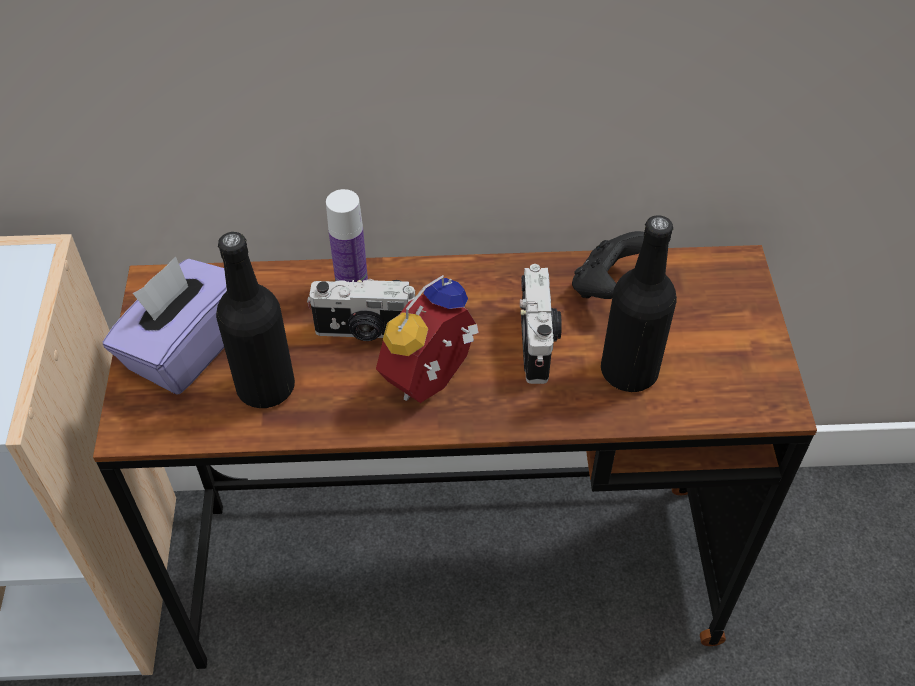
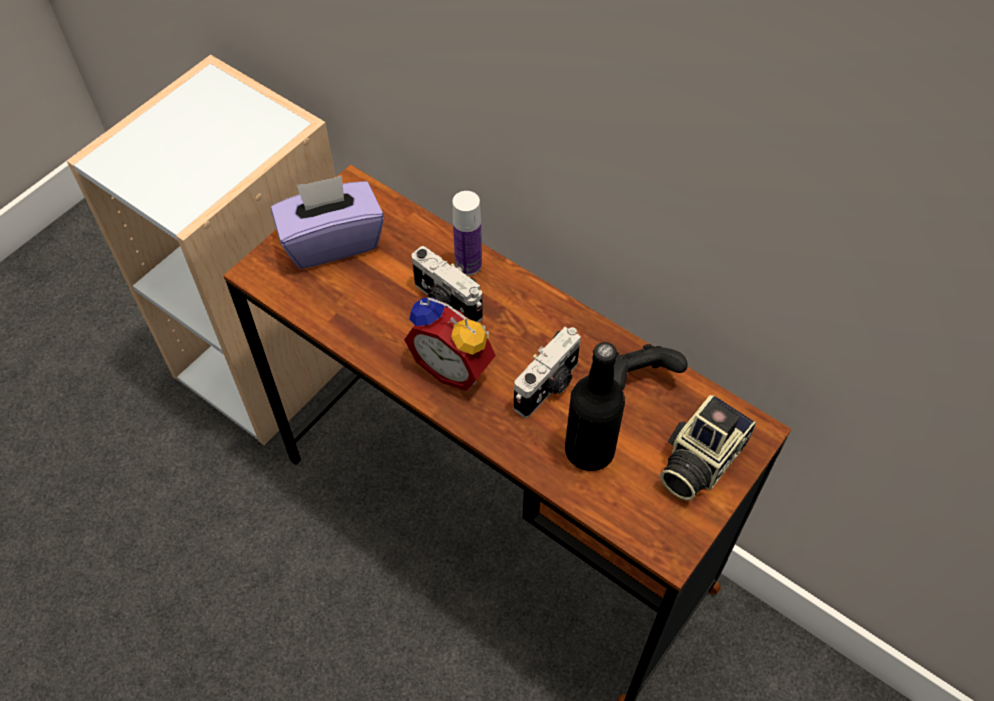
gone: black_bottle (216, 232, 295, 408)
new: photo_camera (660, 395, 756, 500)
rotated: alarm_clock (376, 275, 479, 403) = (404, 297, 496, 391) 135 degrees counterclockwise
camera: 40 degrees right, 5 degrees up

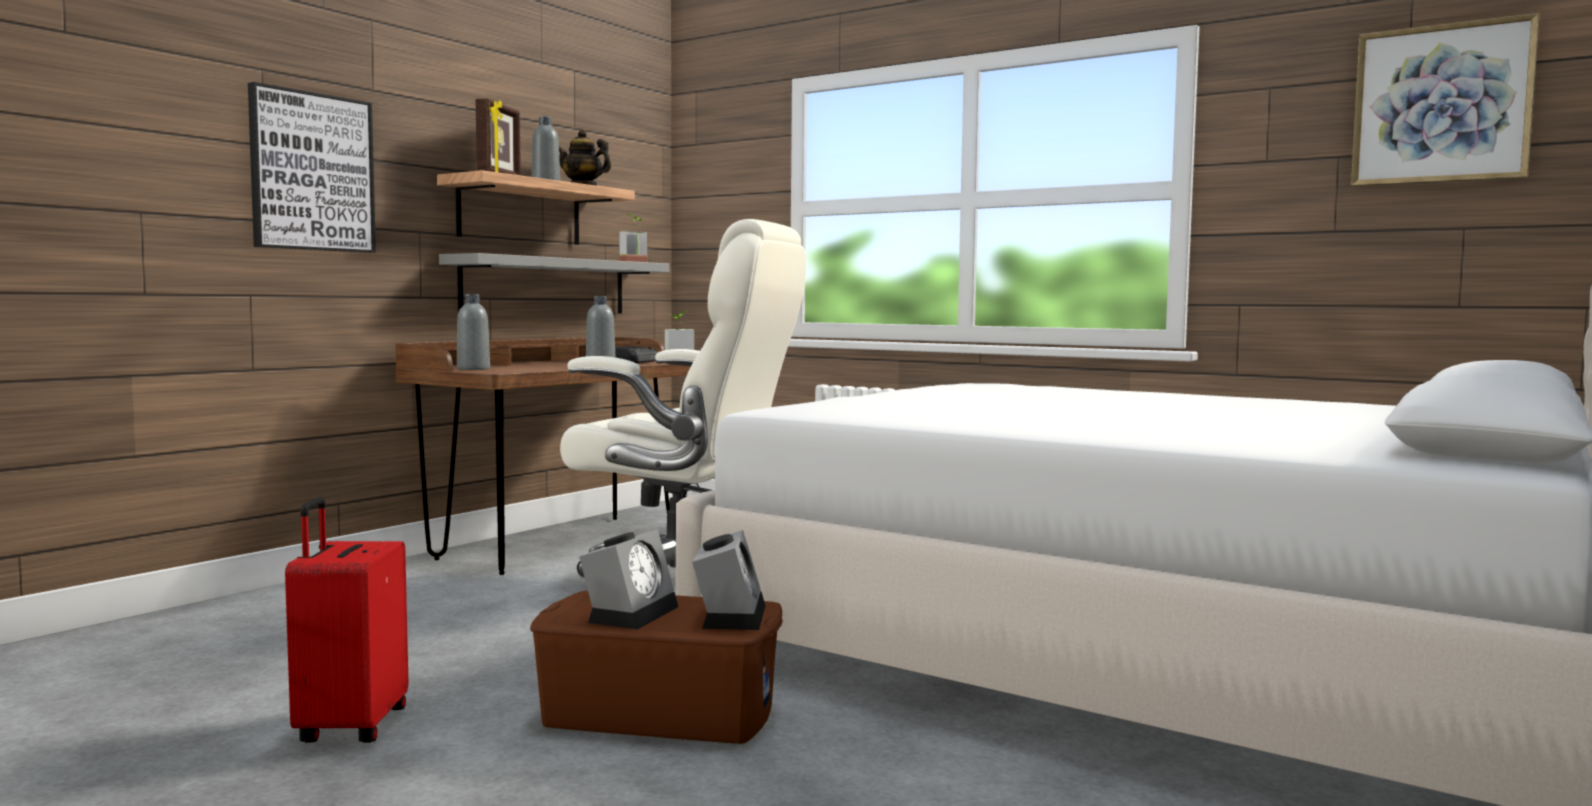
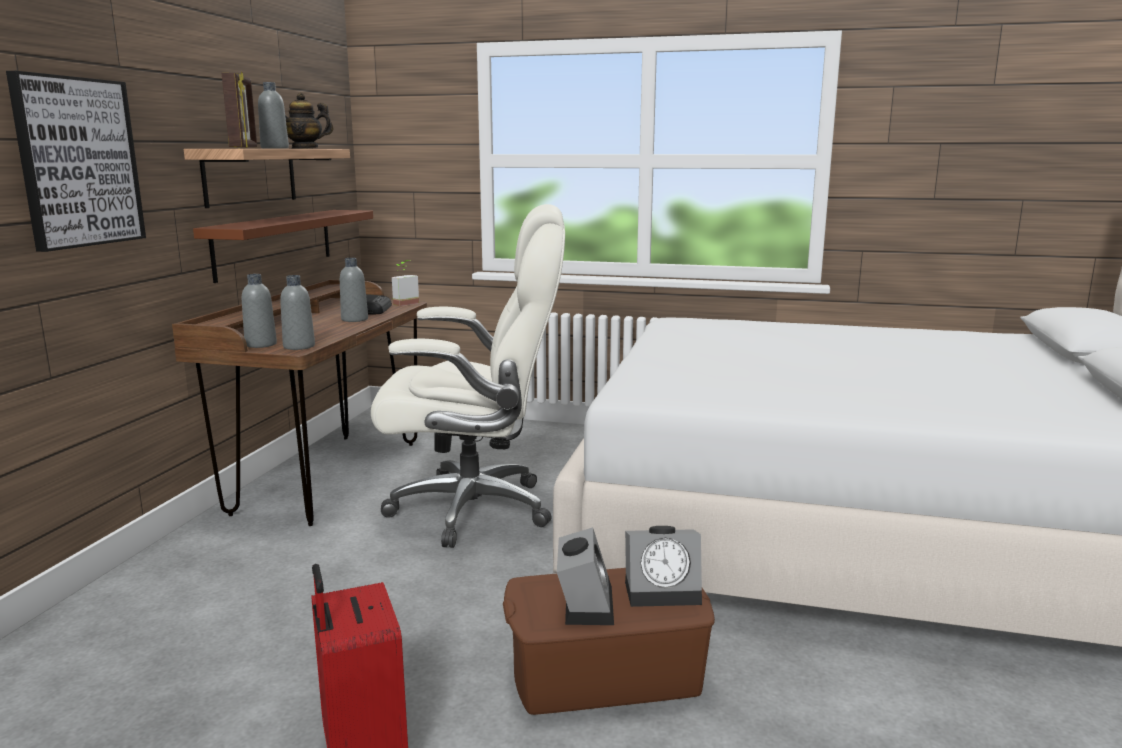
gone: potted_plant (619, 214, 647, 262); picture (1351, 13, 1540, 186)
new: grey_bottle (280, 275, 315, 350)
repainted: grey_shelf (439, 253, 669, 314) to brown_shelf (193, 210, 373, 283)
rotated: alarm_clock (692, 530, 765, 630) = (625, 526, 702, 607) 105 degrees clockwise
camera: 20 degrees left, 10 degrees up

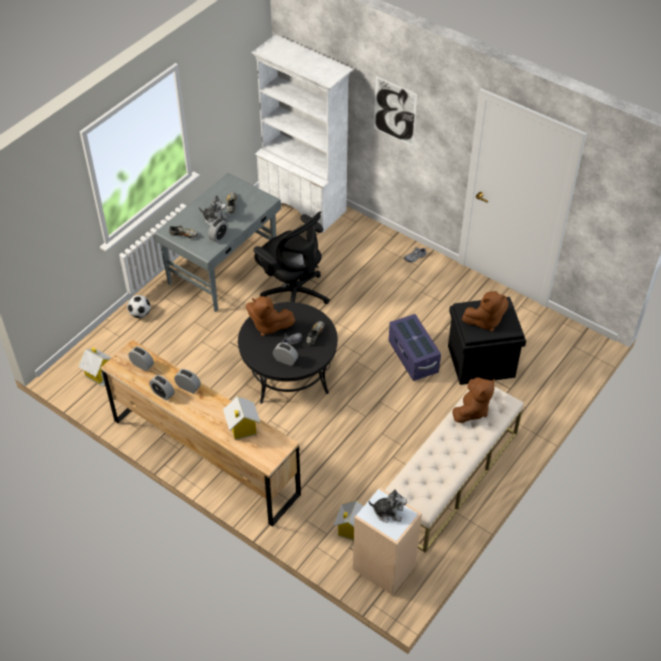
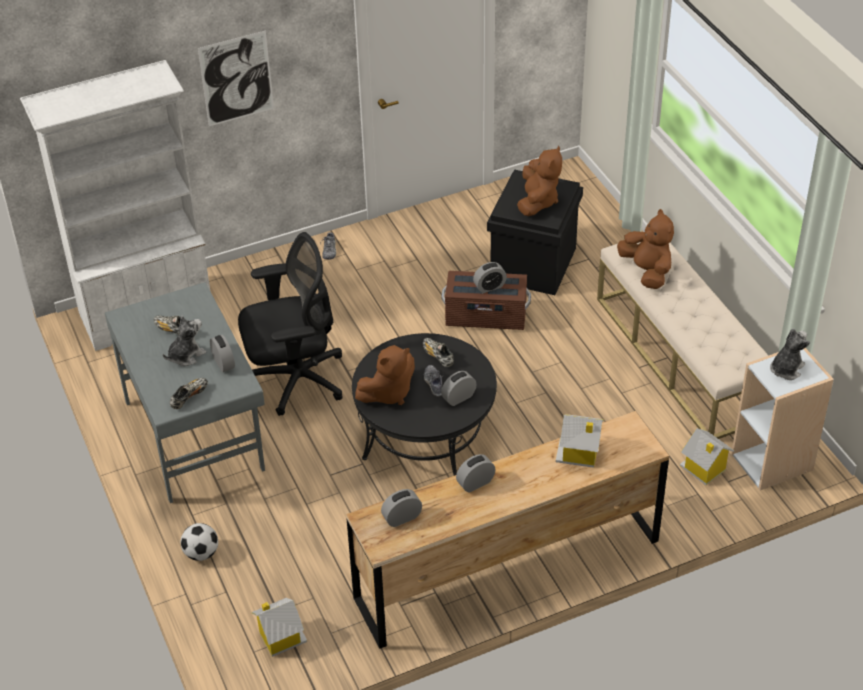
shifted: alarm_clock (149, 375, 175, 401) to (473, 262, 507, 293)
repainted: purple_storage_box (389, 314, 441, 381) to brown_storage_box (441, 271, 531, 330)
camera: 60 degrees left, 5 degrees down

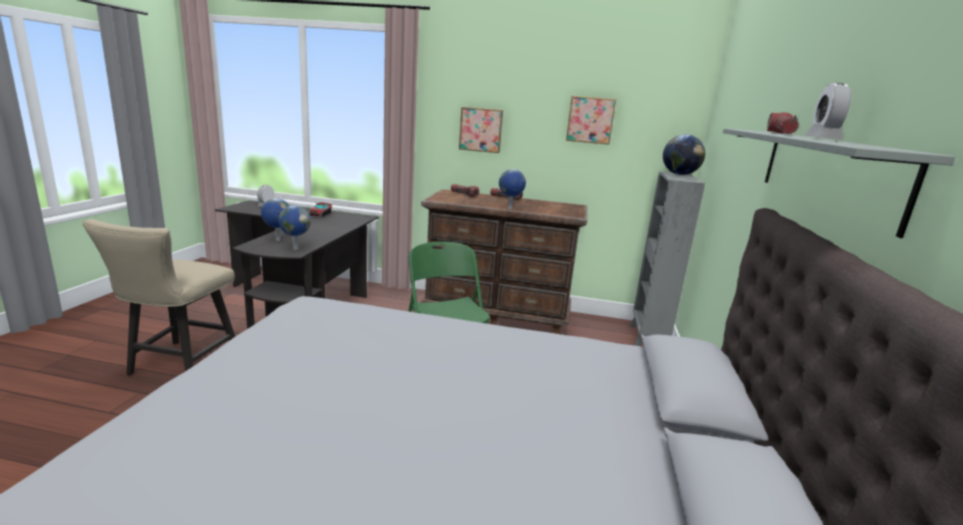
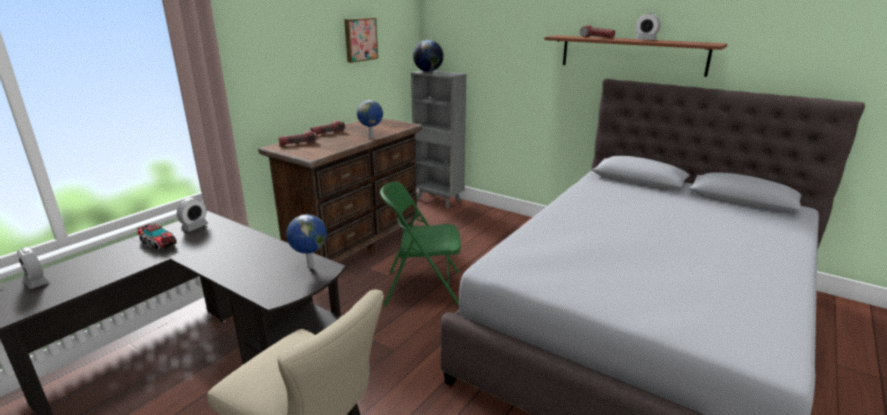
gone: globe (261, 198, 290, 241); picture (459, 107, 503, 153)
new: alarm_clock (177, 198, 208, 232)
repainted: grey_shelf (723, 128, 955, 238) to brown_shelf (544, 35, 728, 77)
camera: 65 degrees left, 5 degrees up

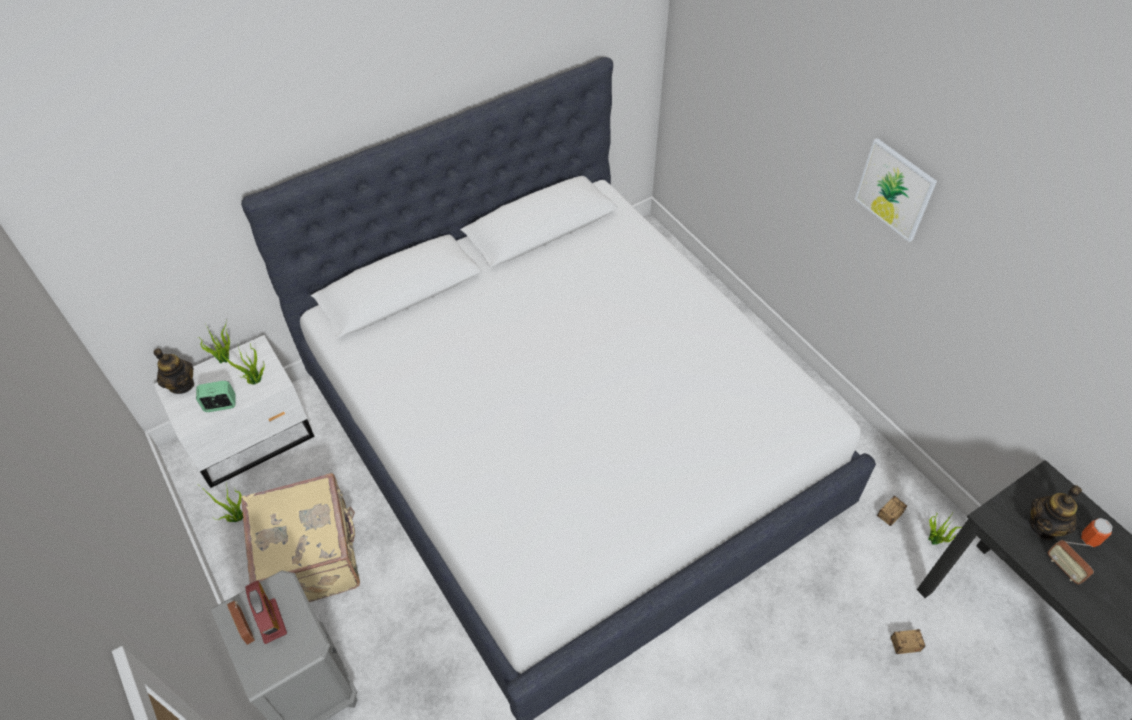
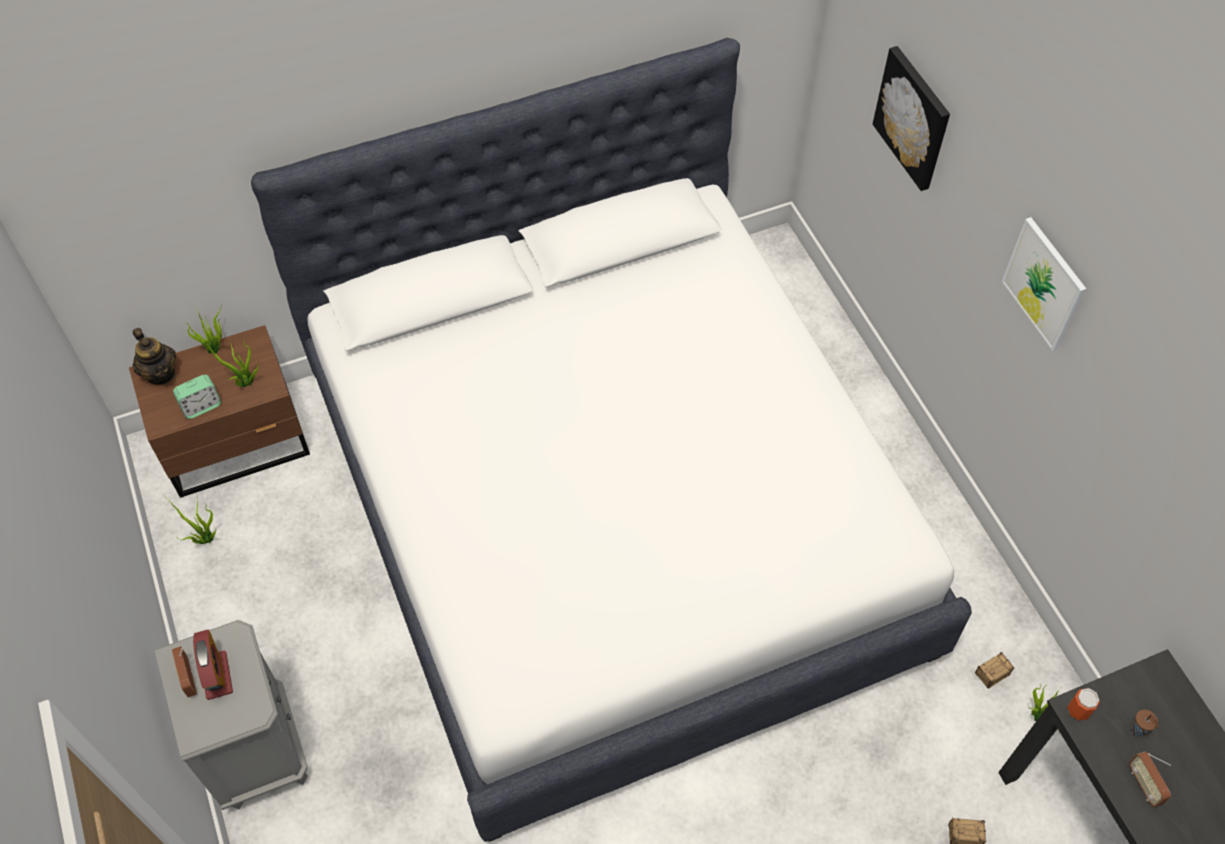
gone: beige_suitcase (241, 473, 360, 602)
new: picture (873, 46, 950, 191)
shifted: can (1081, 518, 1112, 547) to (1067, 688, 1100, 721)
swapped: teapot (1030, 485, 1082, 540) to brown_cup (1130, 710, 1159, 737)
repainted: white_nightstand (154, 335, 315, 488) to brown_nightstand (129, 325, 310, 498)
rotated: alarm_clock (196, 381, 236, 412) = (173, 374, 221, 419) 150 degrees clockwise
camera: 10 degrees right, 5 degrees up

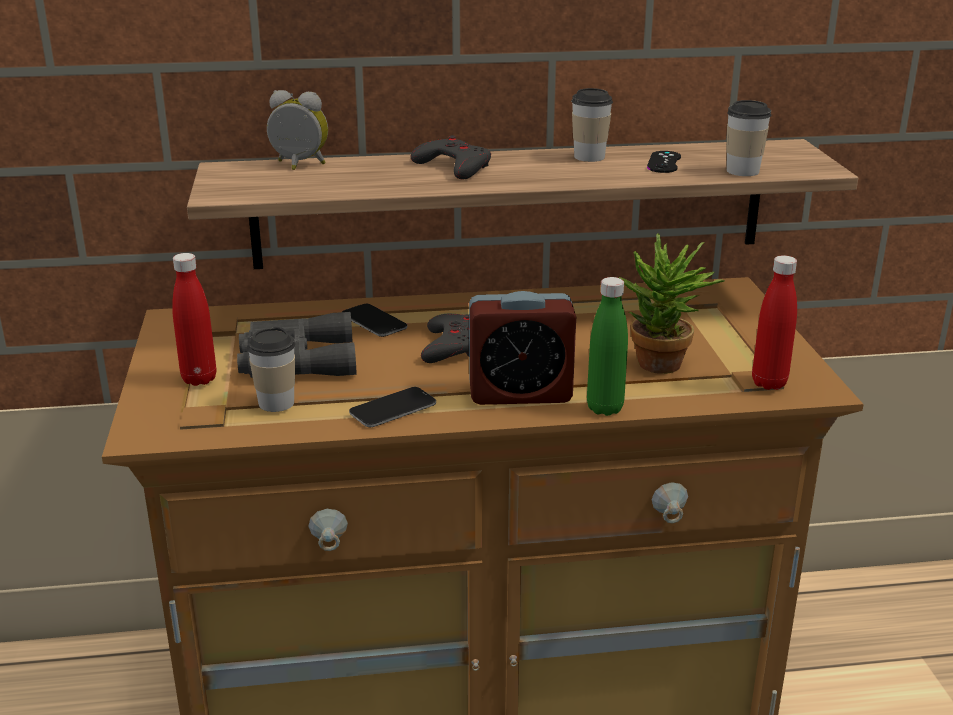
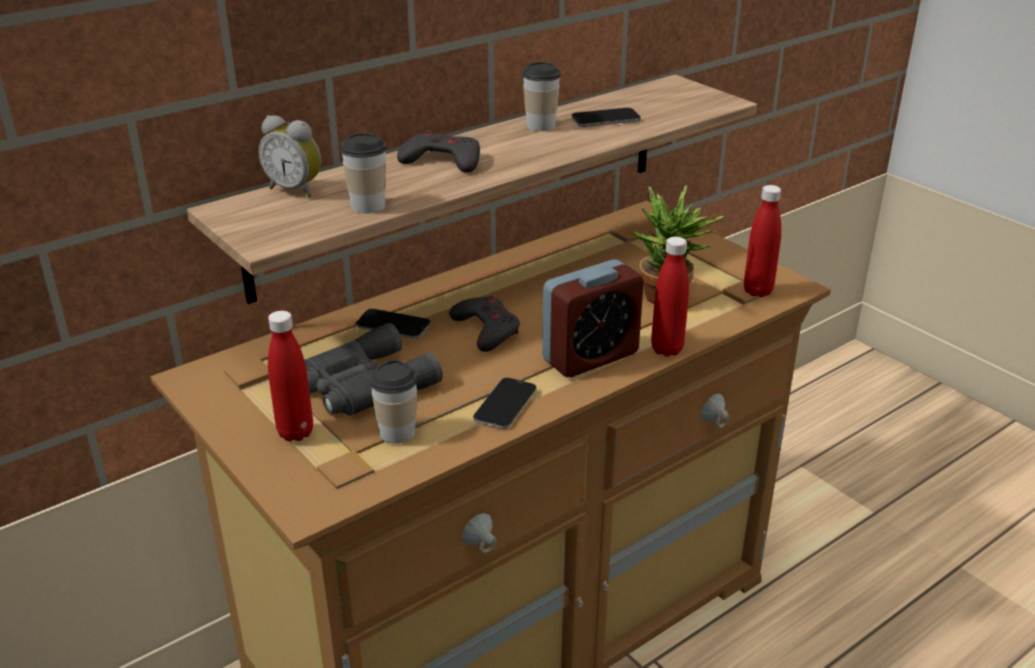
shifted: cup (726, 100, 771, 176) to (341, 133, 387, 214)
swapped: black_game_controller (647, 151, 681, 173) to phone (571, 108, 641, 127)
repainted: green_bottle (587, 277, 628, 416) to red_bottle (651, 237, 689, 357)
rotated: alarm_clock (267, 90, 328, 170) = (259, 115, 321, 198) 135 degrees counterclockwise
camera: 30 degrees left, 5 degrees up

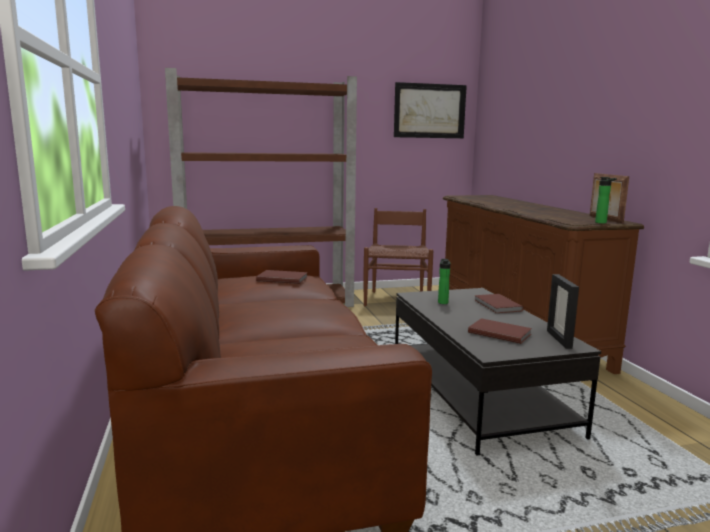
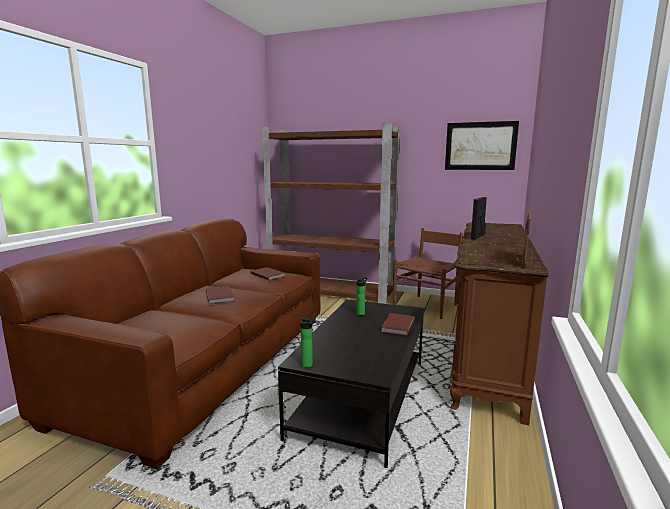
shifted: brown_book (468, 318, 532, 344) to (206, 286, 234, 304); bottle (595, 177, 617, 224) to (300, 317, 316, 368); picture_frame (547, 274, 579, 349) to (471, 197, 487, 239)
camera: 35 degrees right, 0 degrees up

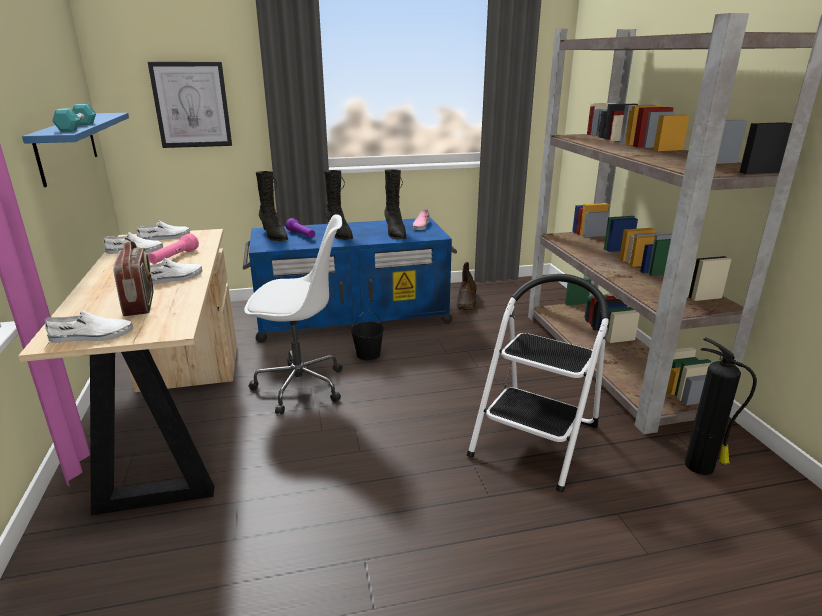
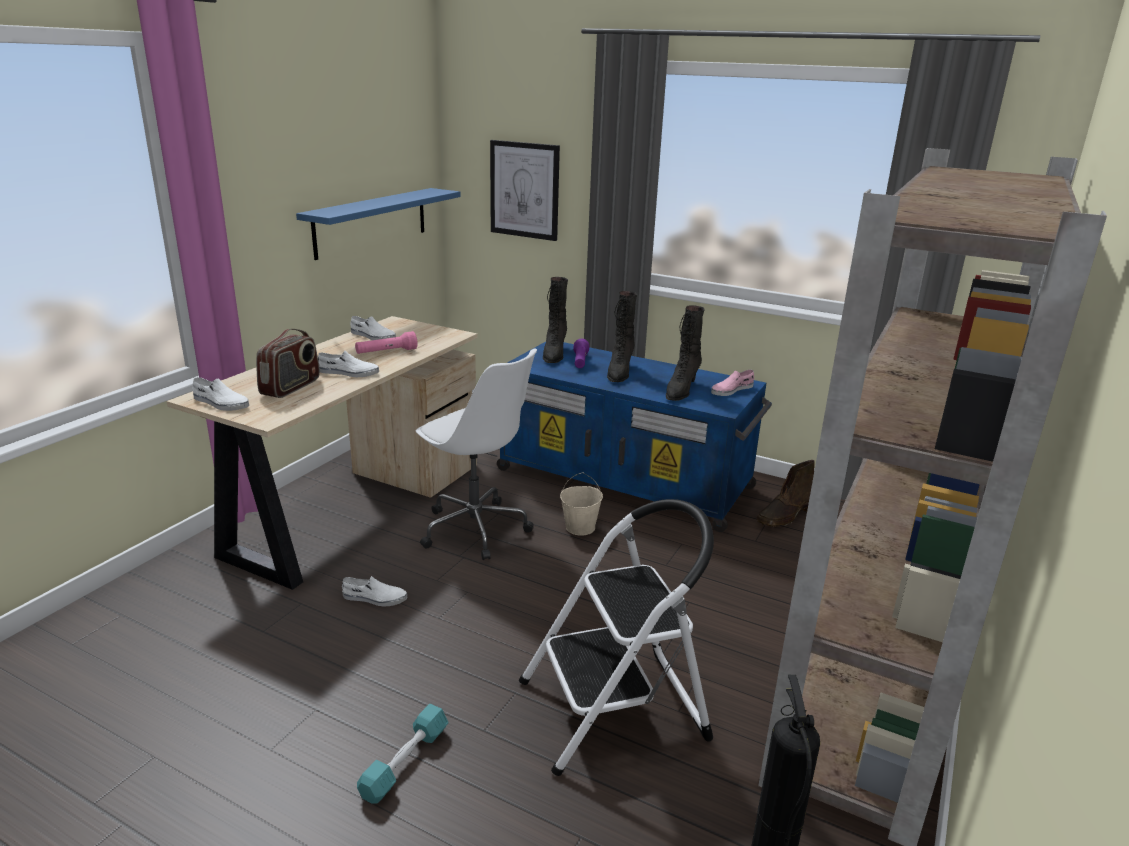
shifted: white_shoe (136, 220, 190, 241) to (342, 576, 407, 607); turquoise_dumbbell (52, 104, 96, 132) to (357, 704, 448, 804)
repainted: black_bucket (351, 310, 384, 361) to beige_bucket (560, 472, 603, 536)
camera: 40 degrees right, 0 degrees up

